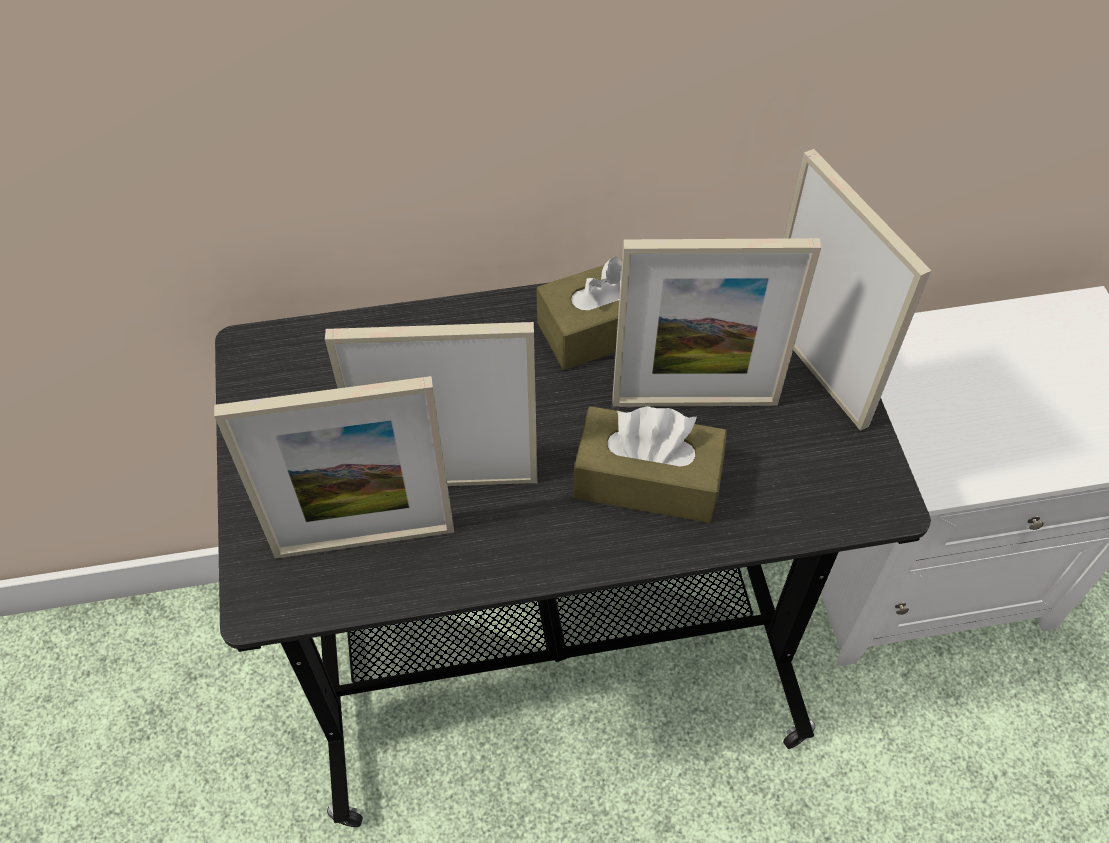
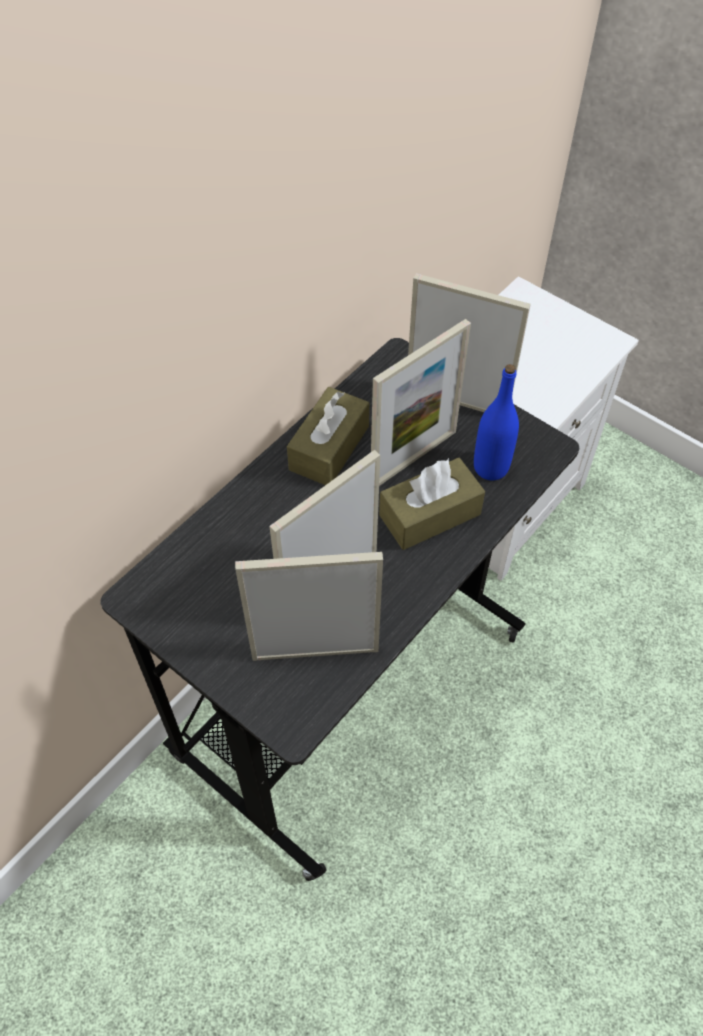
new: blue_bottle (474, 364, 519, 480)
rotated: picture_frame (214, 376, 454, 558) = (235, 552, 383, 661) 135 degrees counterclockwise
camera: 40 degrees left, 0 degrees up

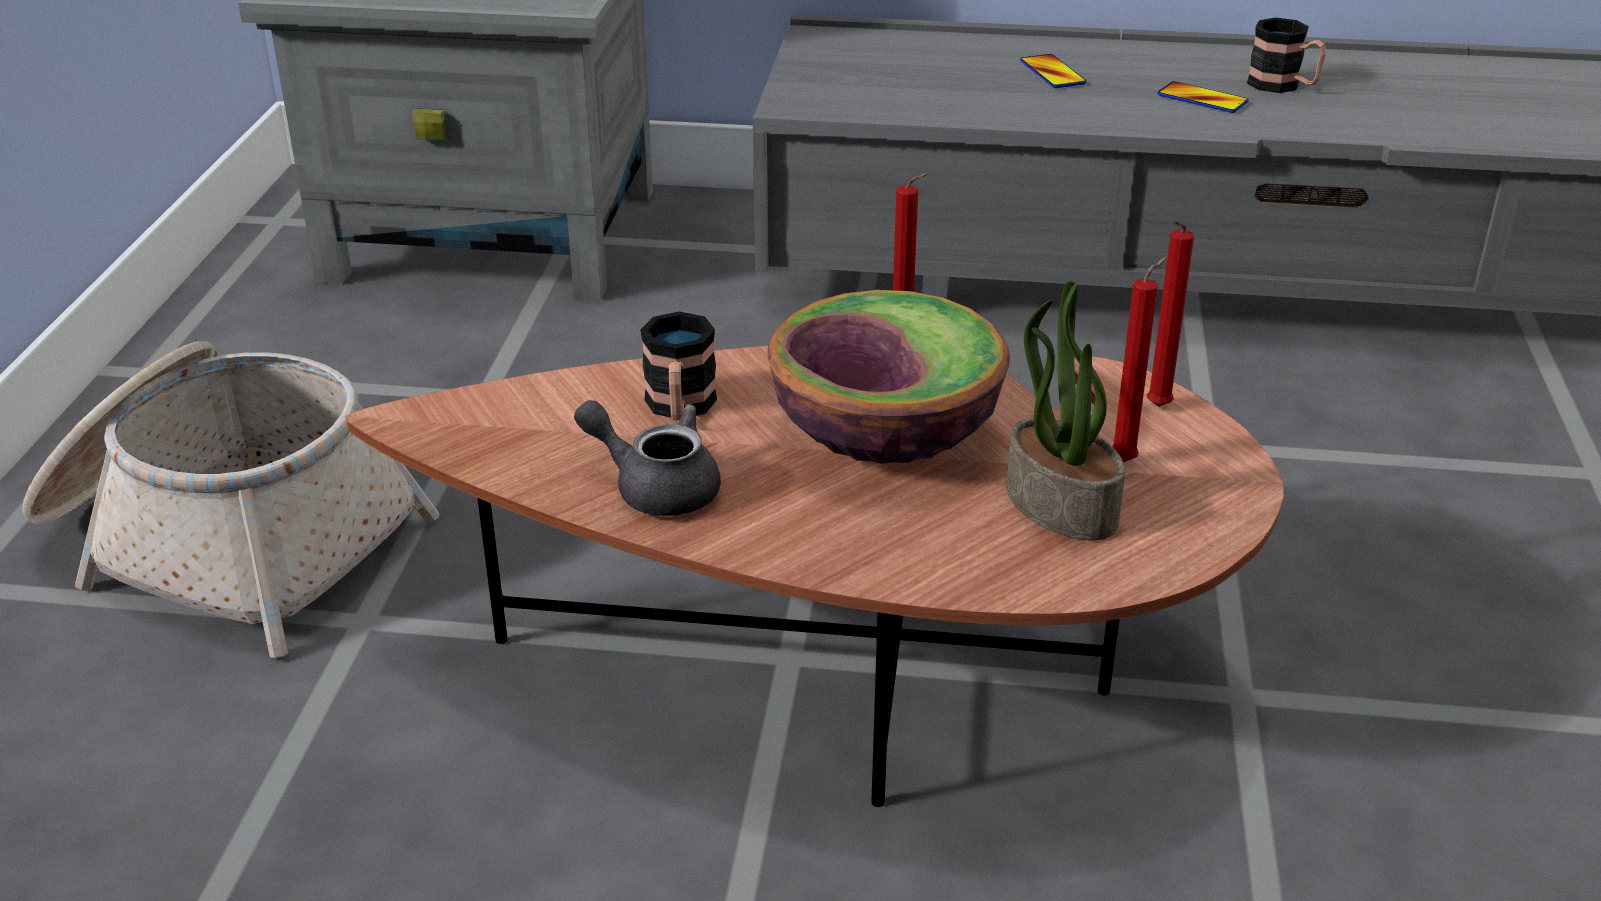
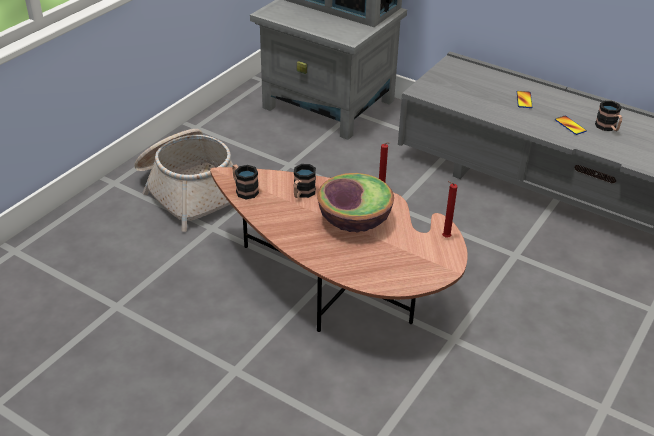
gone: grey_teapot (574, 400, 721, 516); potted_plant (1006, 281, 1125, 540); red_candle (1112, 256, 1168, 462)
new: mug (232, 164, 259, 199)
camera: 25 degrees right, 5 degrees up

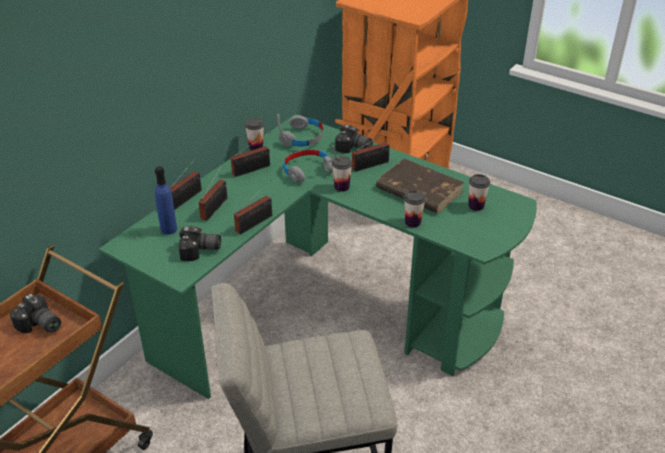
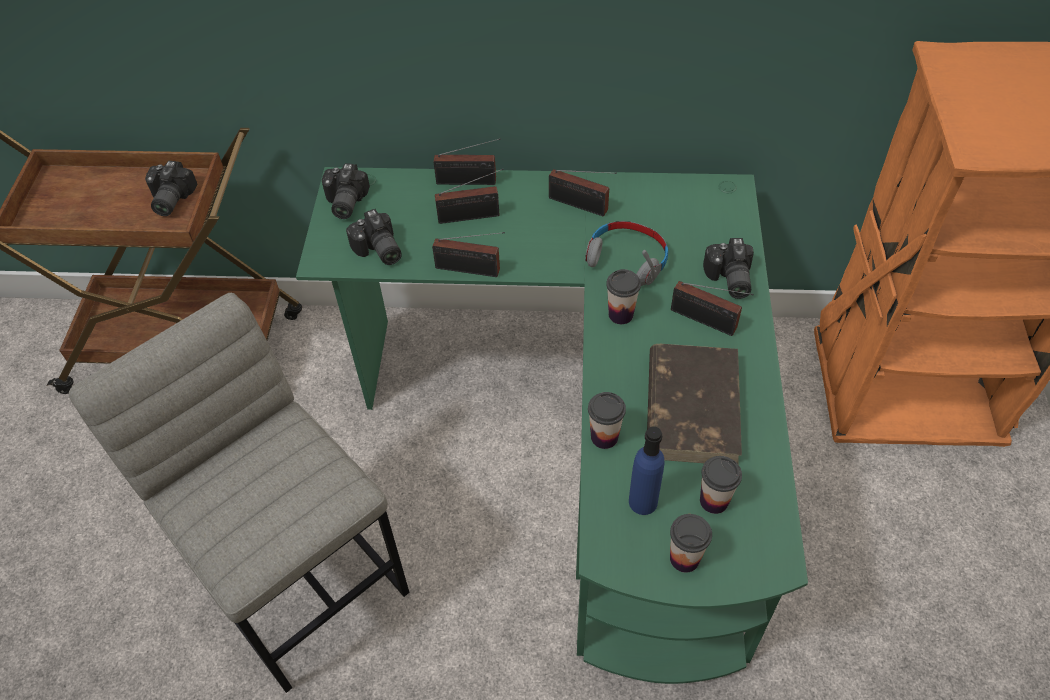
gone: grey_headphones (277, 114, 323, 147)
new: photo_camera (322, 163, 370, 219)
shifted: blue_bottle (155, 166, 177, 235) to (629, 427, 664, 515); cup (245, 118, 264, 151) to (670, 514, 712, 573)
camera: 60 degrees right, 15 degrees up

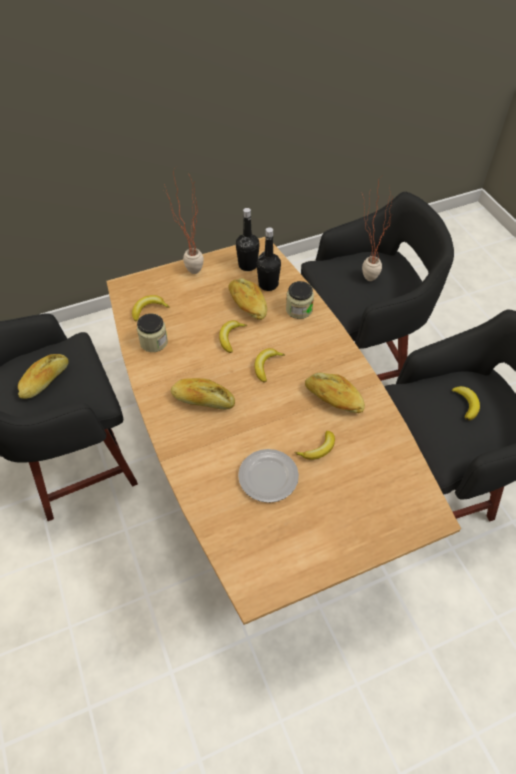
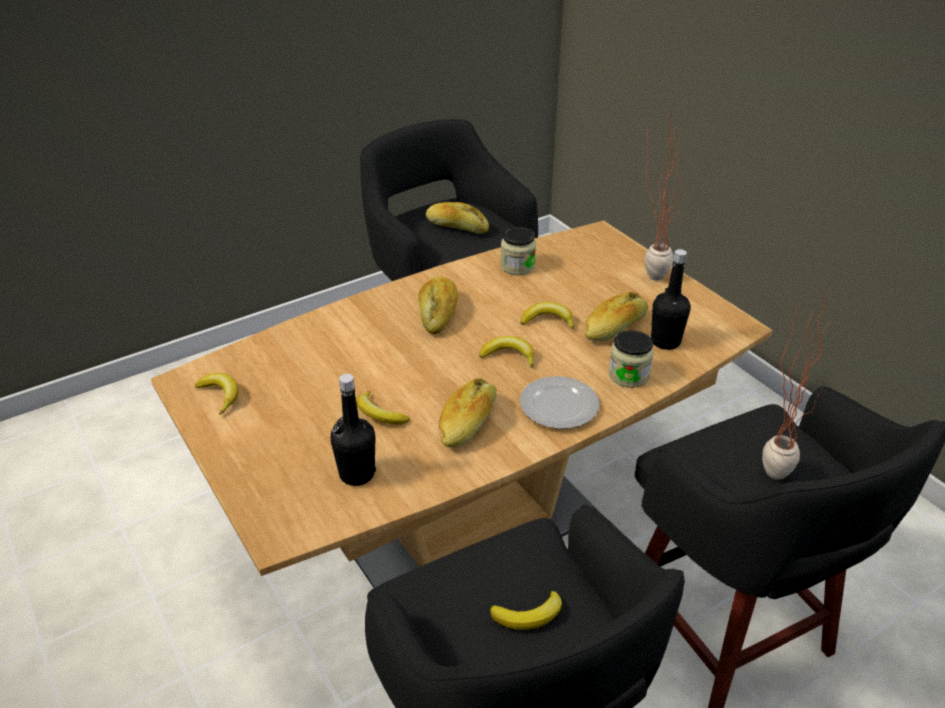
shifted: banana (132, 295, 170, 321) to (195, 373, 239, 415); black_bottle (236, 208, 260, 271) to (331, 374, 376, 486); plate (238, 449, 299, 503) to (520, 376, 599, 429)
camera: 80 degrees right, 15 degrees down

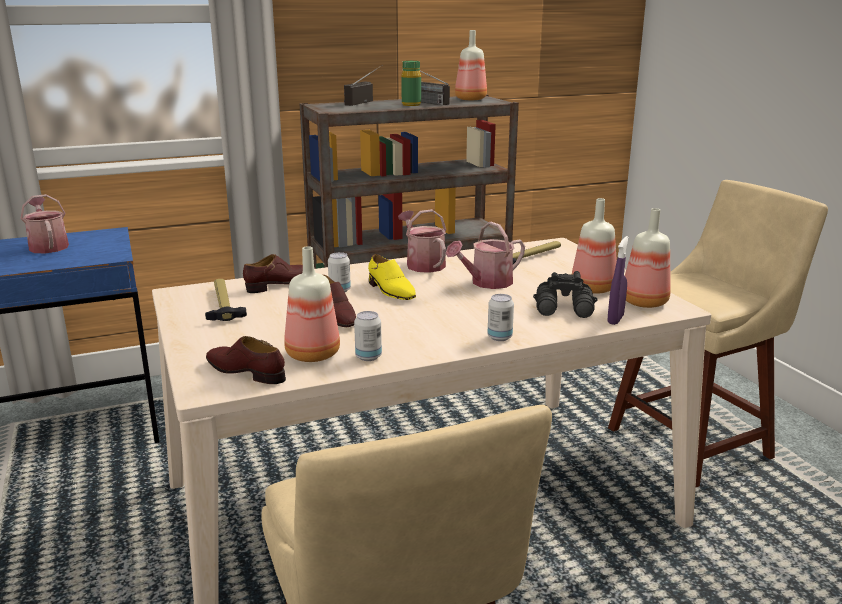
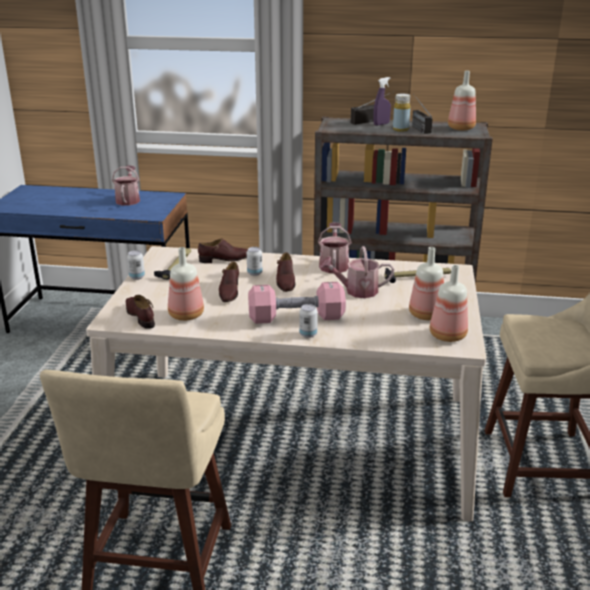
gone: black_binoculars (533, 271, 598, 318)
new: pink_dumbbell (248, 282, 346, 324)
shifted: can (354, 311, 382, 361) to (127, 250, 145, 280); purple_spray_bottle (608, 236, 629, 325) to (374, 77, 391, 126)
repainted: yellow_shoe (368, 254, 416, 300) to brown_shoe (276, 252, 295, 292); green_bottle (401, 61, 421, 106) to yellow_bottle (393, 93, 410, 132)
camera: 30 degrees right, 5 degrees up

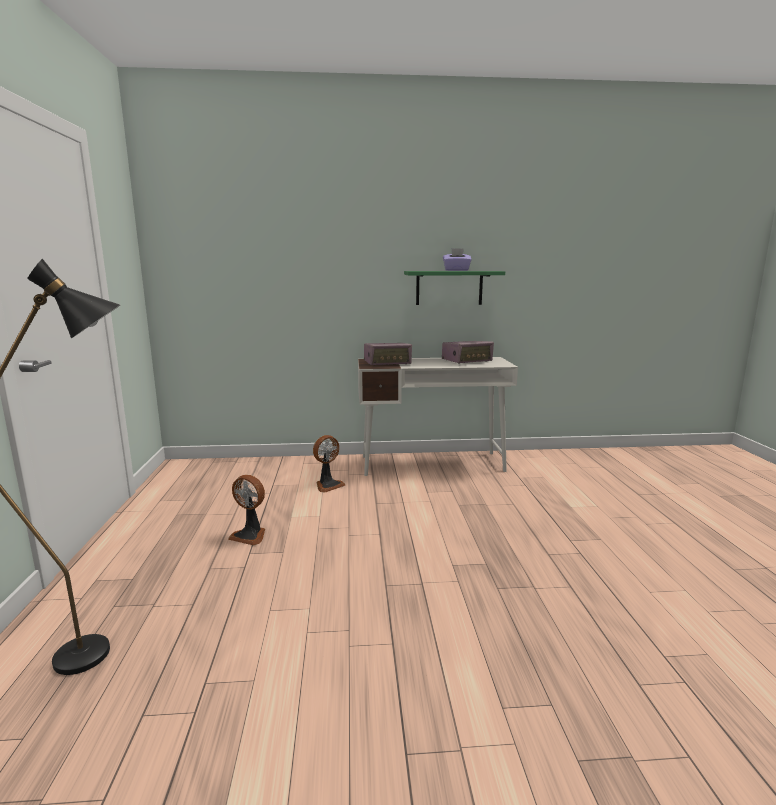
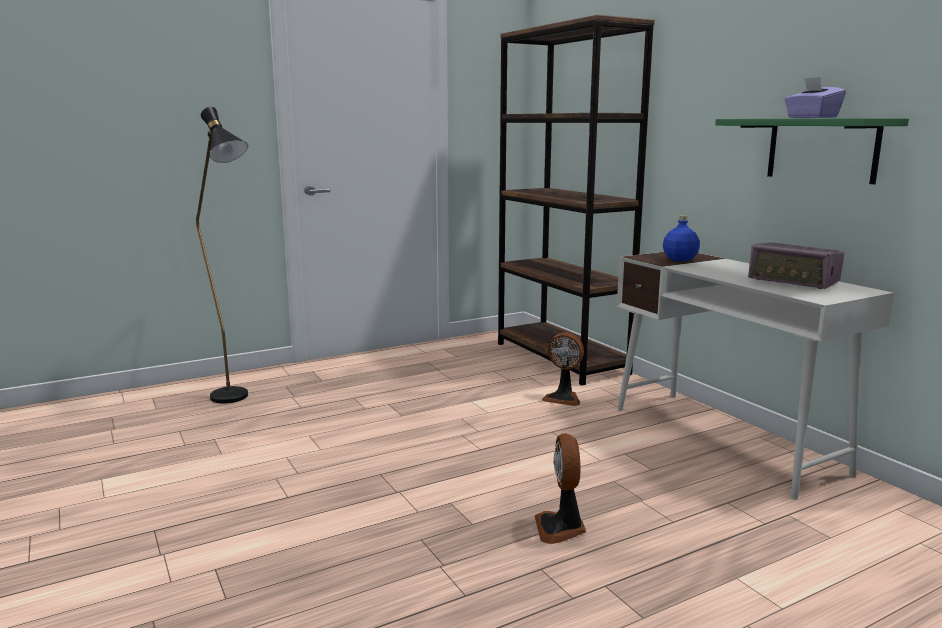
new: brown_bookcase (498, 15, 655, 386)
shifted: fan (228, 475, 265, 546) to (535, 433, 586, 544)
swapped: radio (364, 343, 412, 365) to blue_bottle (663, 215, 700, 261)
camera: 65 degrees right, 0 degrees up

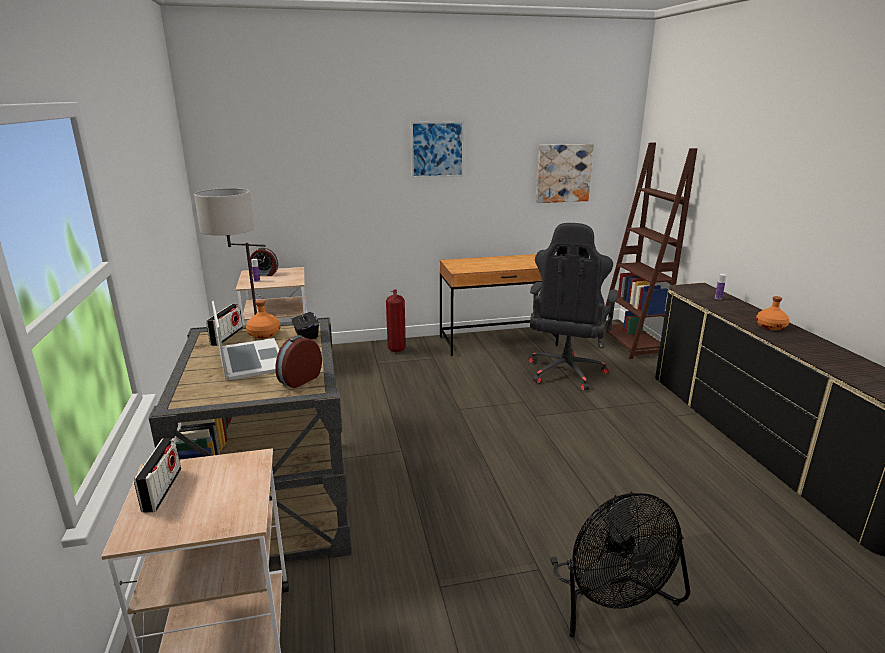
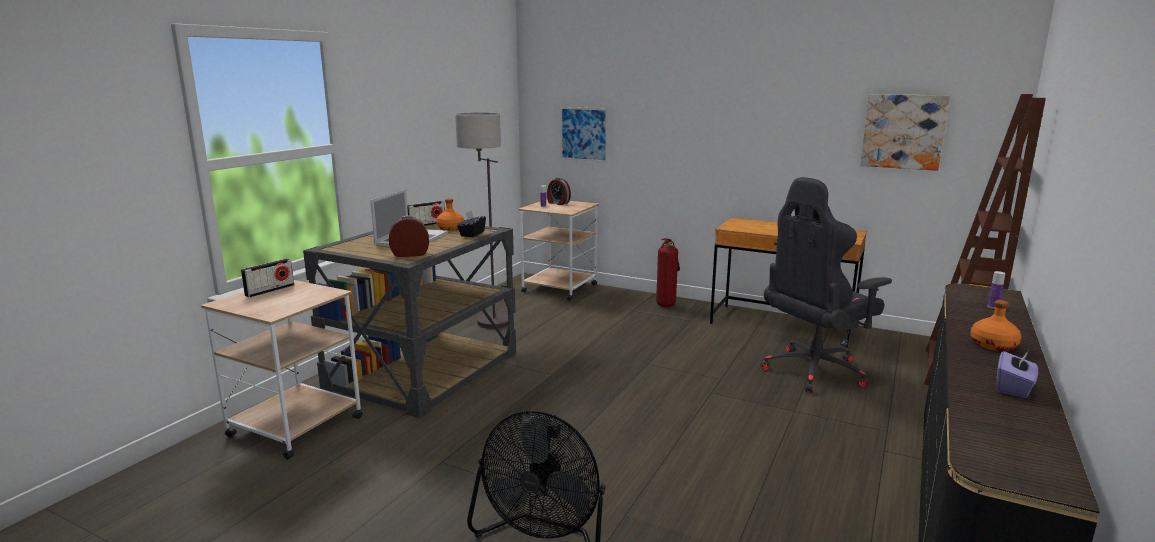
new: purple_tissue_box (997, 351, 1038, 398)
shifted: picture (411, 121, 464, 178) to (560, 107, 608, 162)
camera: 40 degrees right, 5 degrees down

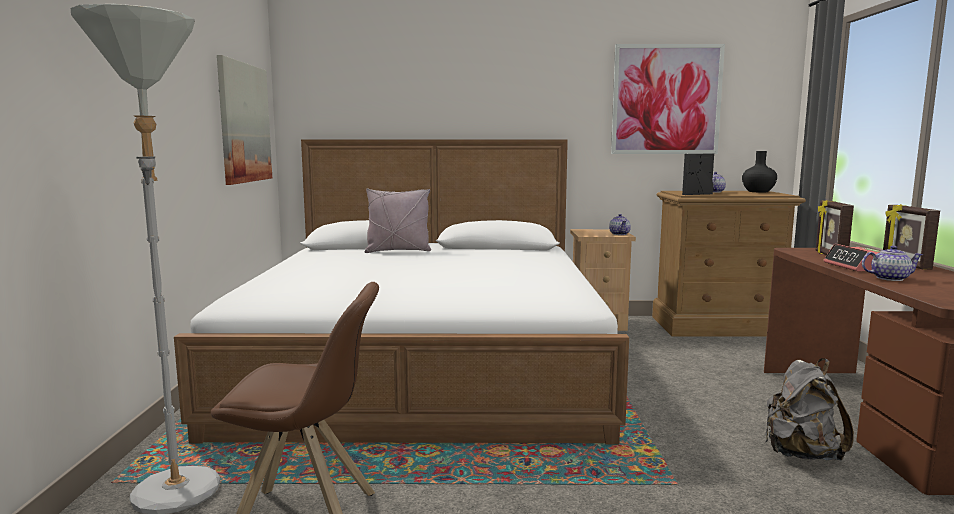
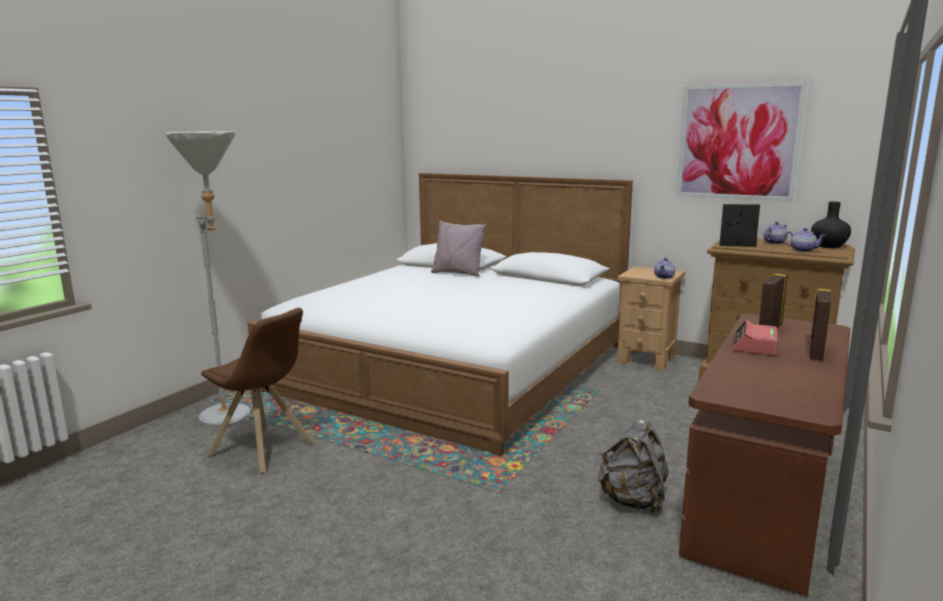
gone: picture (217, 55, 272, 185)
shifted: teapot (862, 245, 923, 281) to (783, 228, 827, 252)
camera: 30 degrees right, 5 degrees up

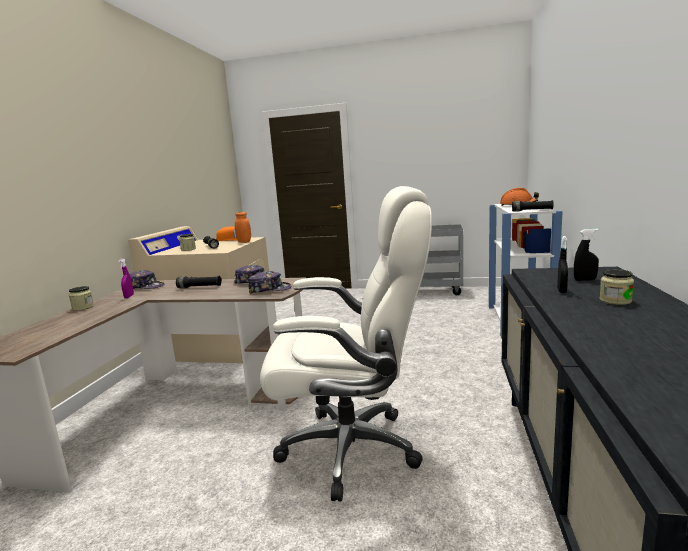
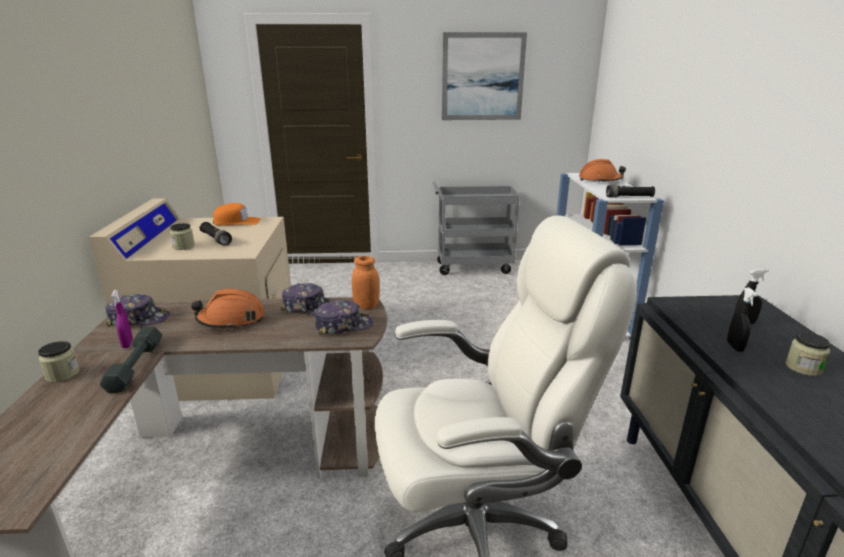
new: grey_dumbbell (99, 327, 162, 393); picture (442, 32, 527, 120)
shifted: orange_jar (235, 212, 251, 243) to (352, 256, 380, 309)
swapped: black_flashlight (176, 276, 222, 289) to orange_hard_hat (191, 289, 265, 330)
camera: 15 degrees left, 10 degrees up

